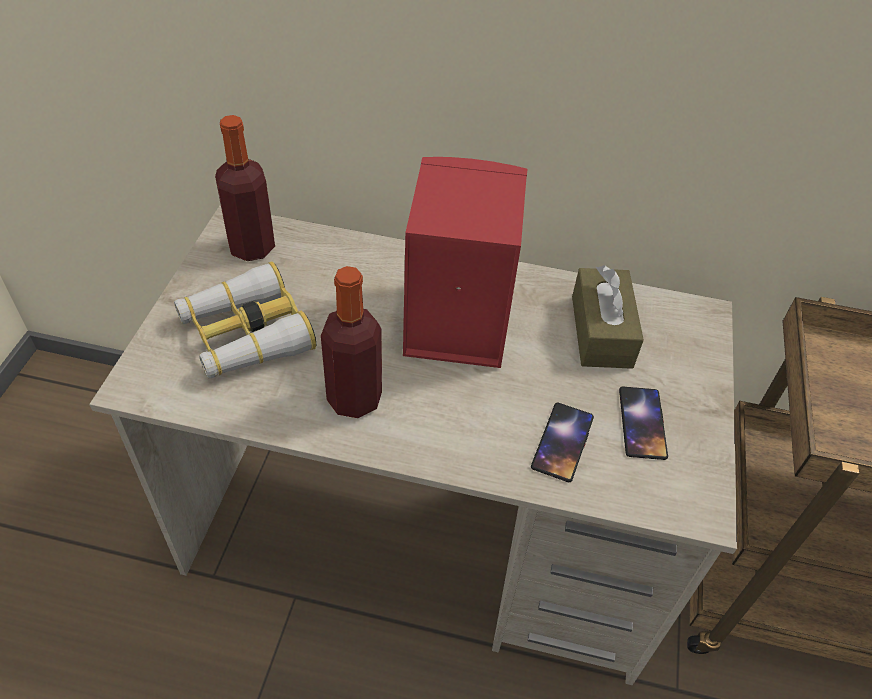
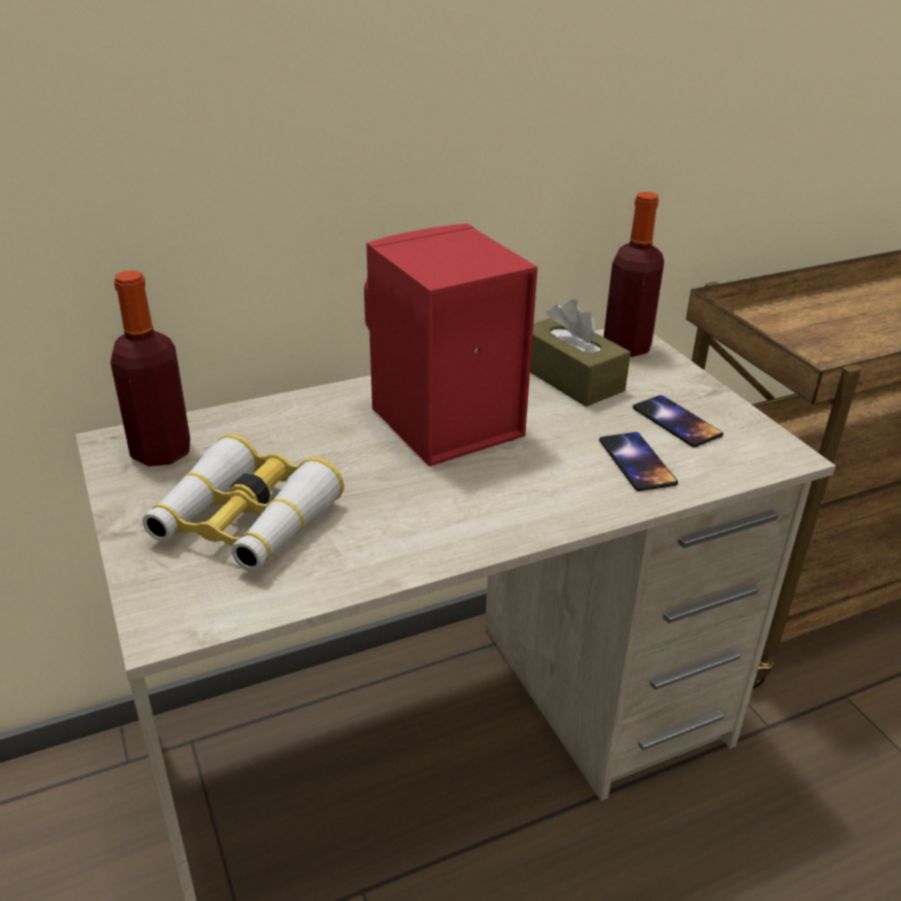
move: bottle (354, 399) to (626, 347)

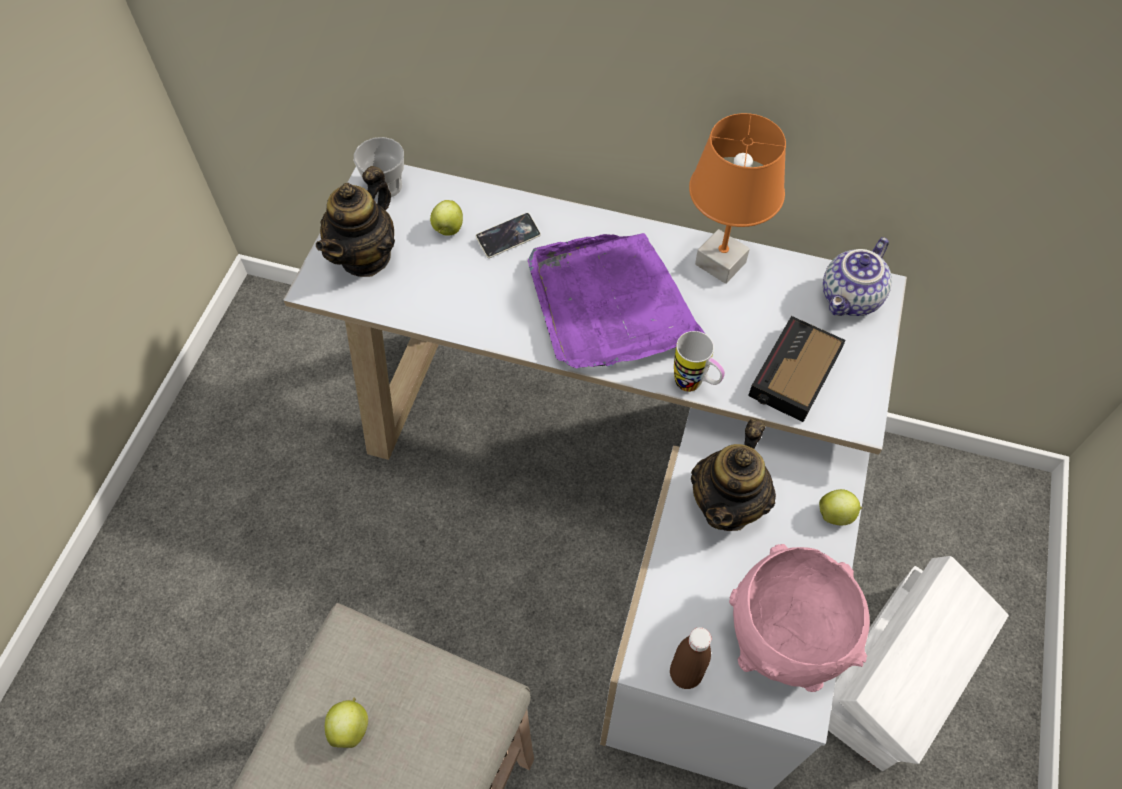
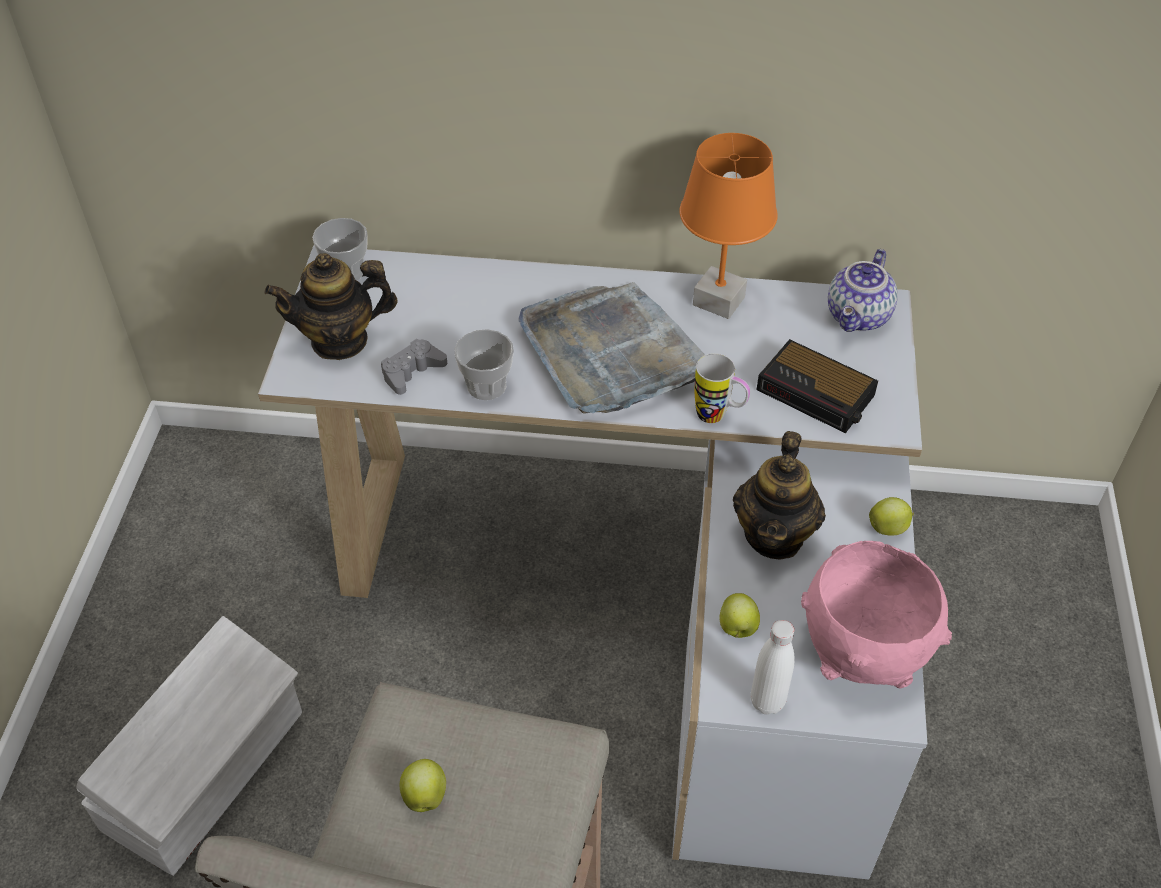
delete: handset (508, 238)
insert: grey gamepad (412, 372); drinking cup (486, 386)
move: whitish storage container (894, 674) to (208, 770); apple fruit (448, 229) to (737, 628)
recolor: purple serving tray (610, 305) to grey serving tray (613, 354); brownish bottle (685, 674) to whitish bottle (767, 701)
rotate: teapot (365, 256) = (340, 340) 60 degrees clockwise; table clock (794, 375) = (817, 393) 75 degrees counterclockwise

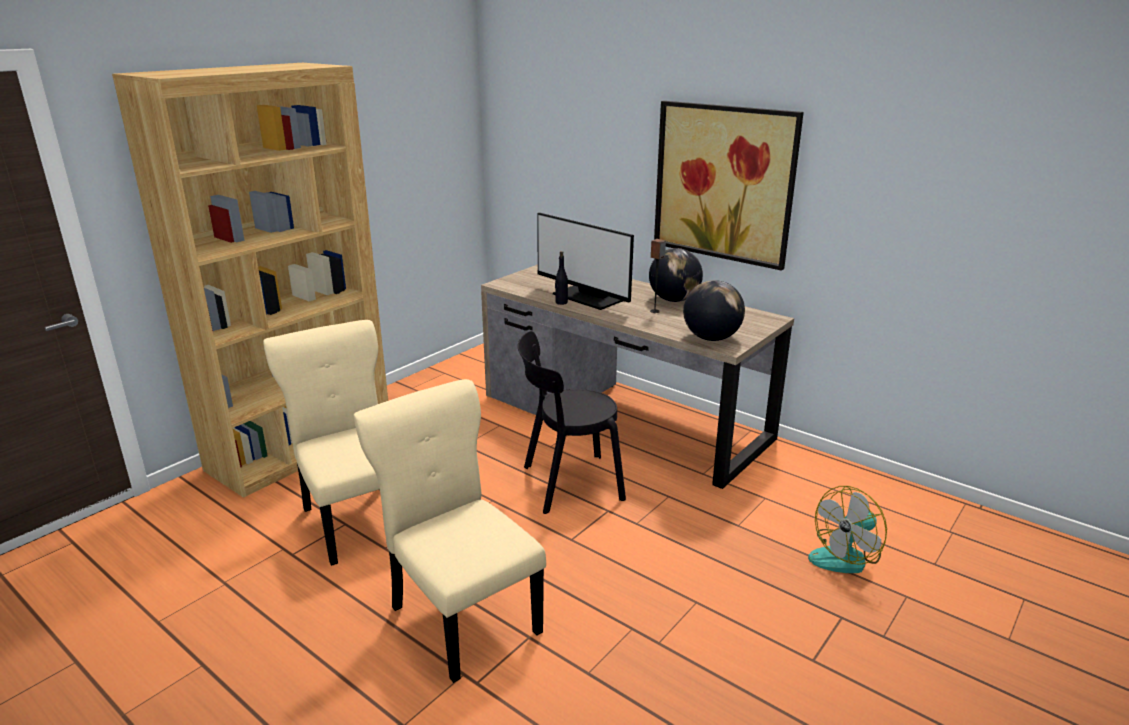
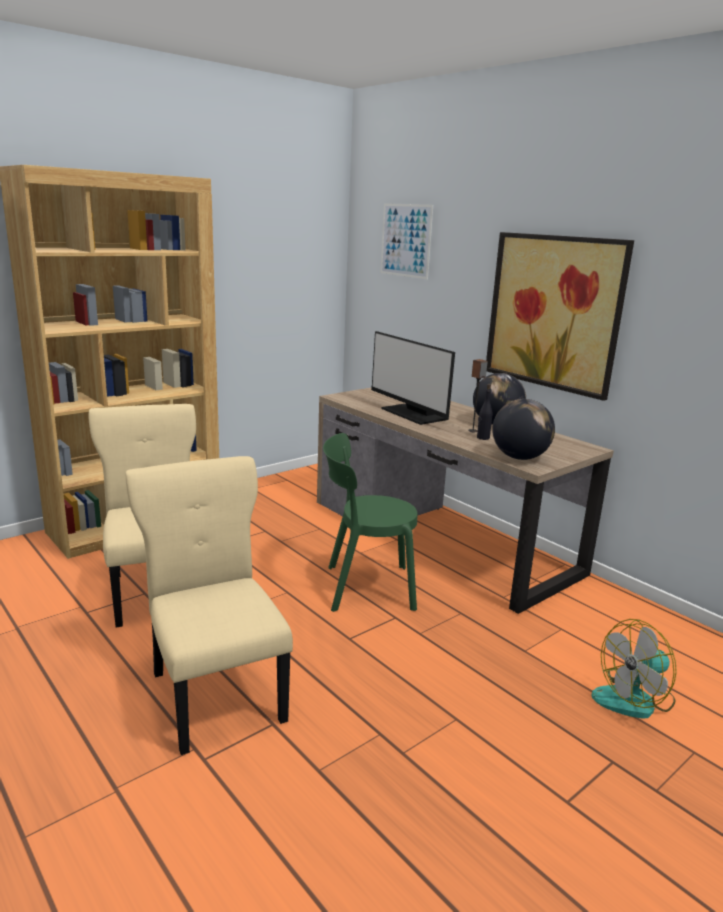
insert: wall art (405, 240)
move: black bottle (561, 302) to (483, 438)
recolor: black upright chair (567, 484) to greenish upright chair (364, 587)

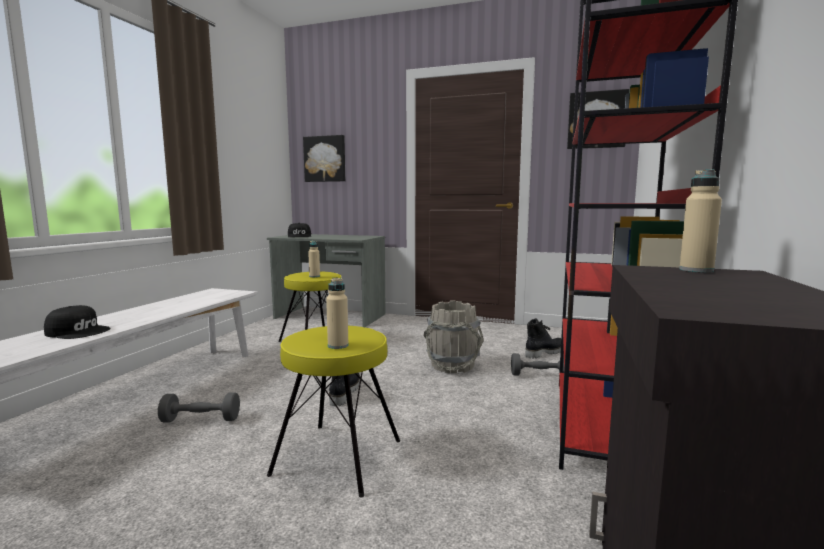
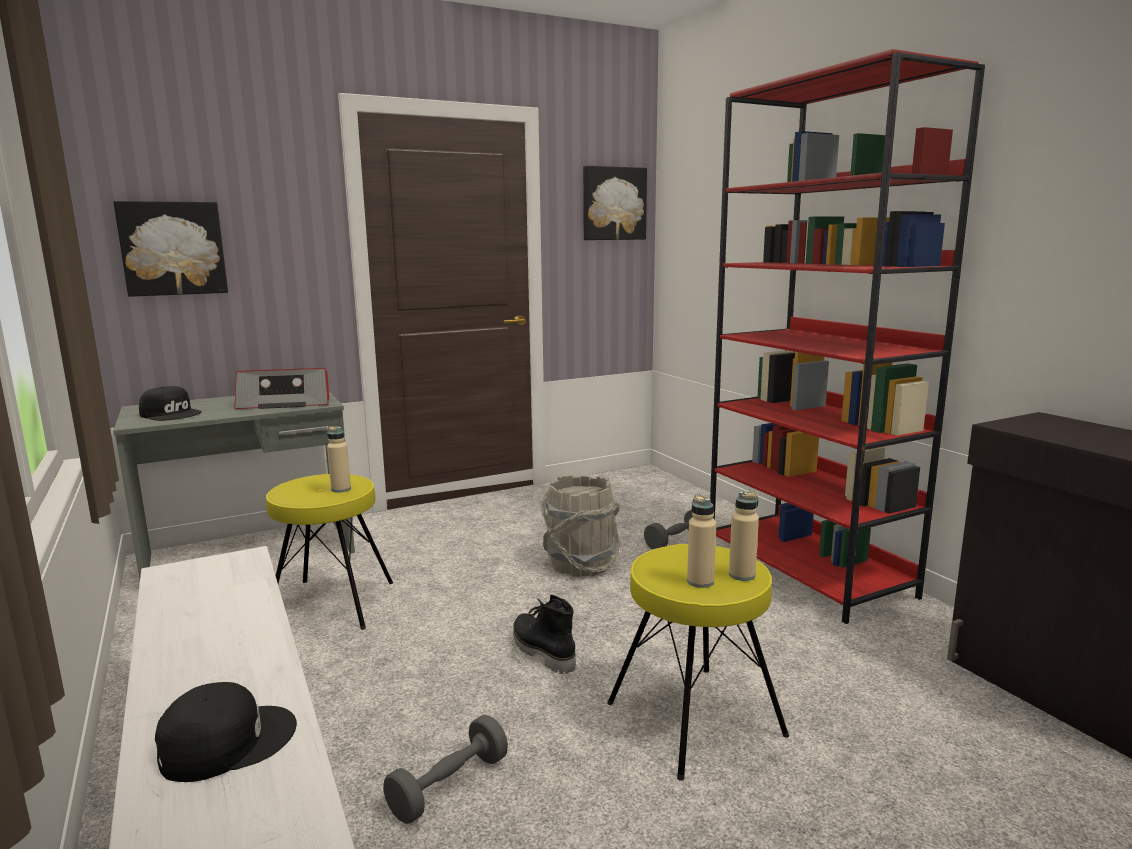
delete: black high-top boot (544, 353)
insert: radio set (286, 403)
move: sand-coloured bottle (696, 270) to (700, 582)

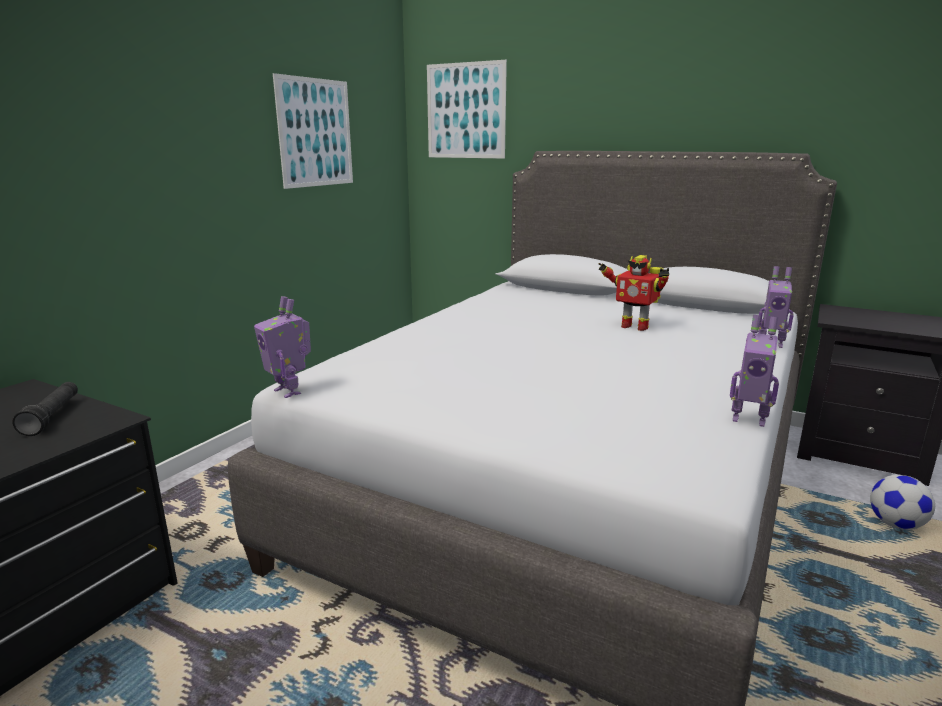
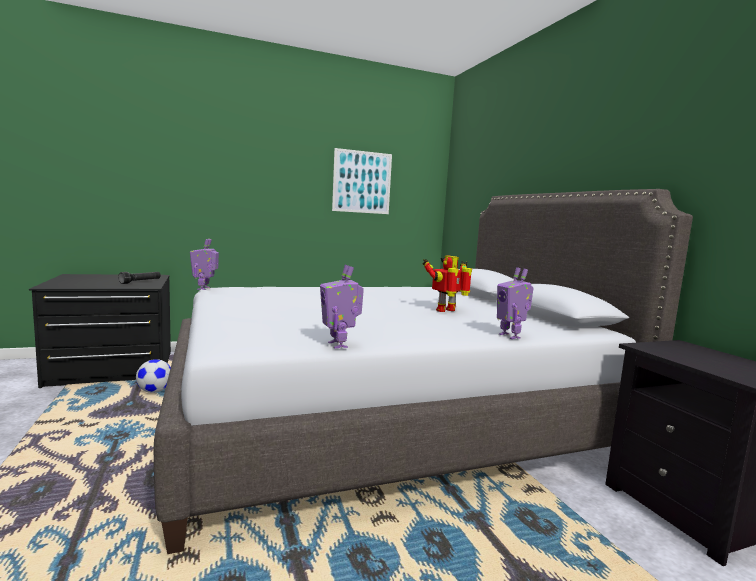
delete: wall art (465, 111)
move: football (896, 524) to (155, 391)
rotate: toy robot (634, 326) = (447, 311) 75 degrees clockwise

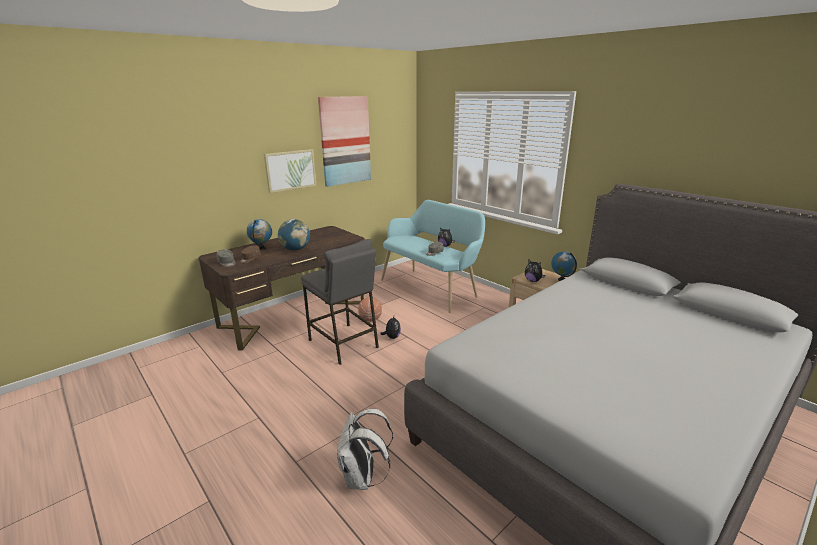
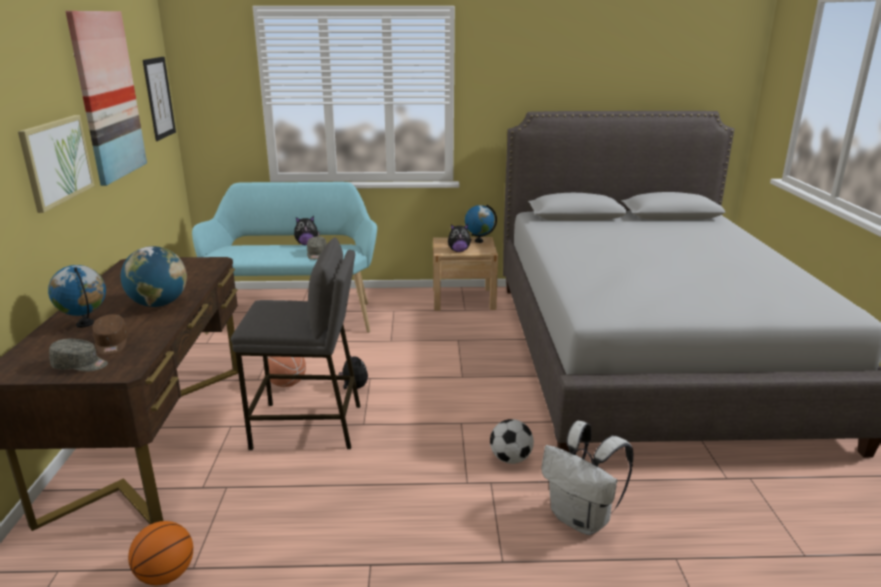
insert: basketball (166, 575); wall art (159, 98); football (510, 459)

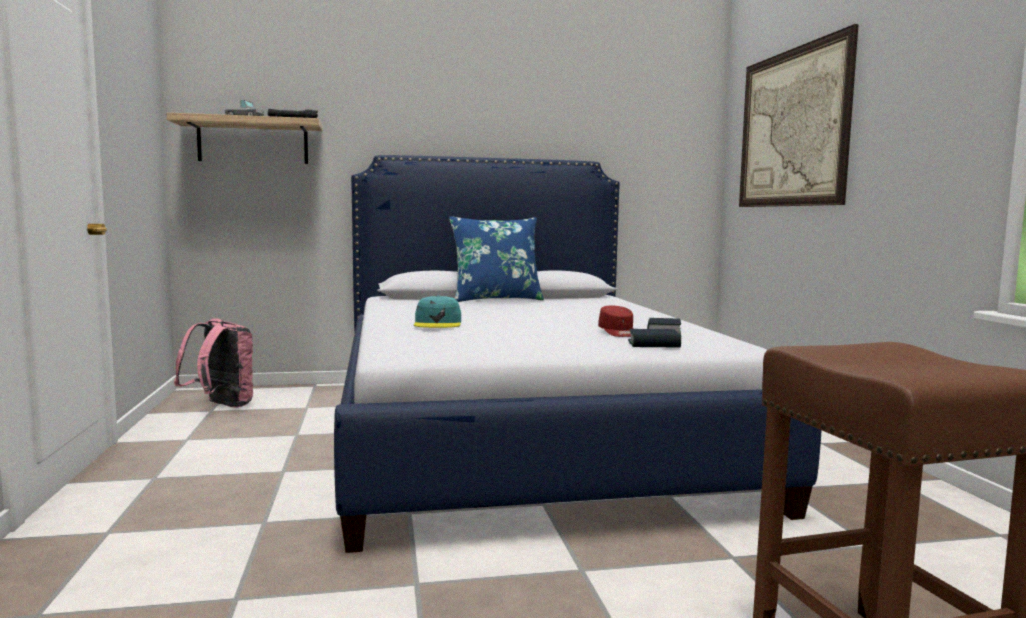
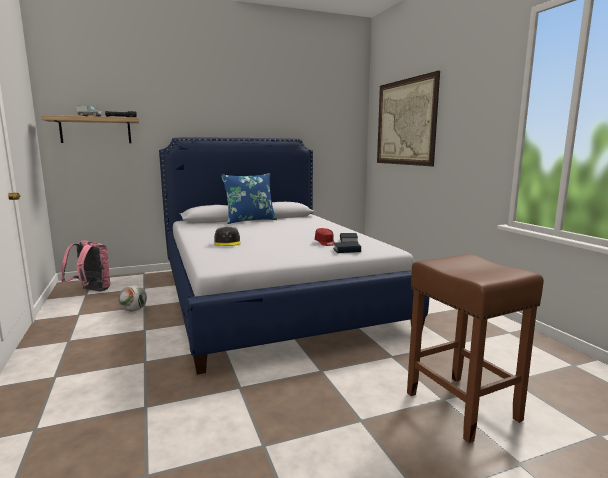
insert: football (134, 310)
recolor: blue-green peaked cap (438, 323) to grey peaked cap (227, 242)

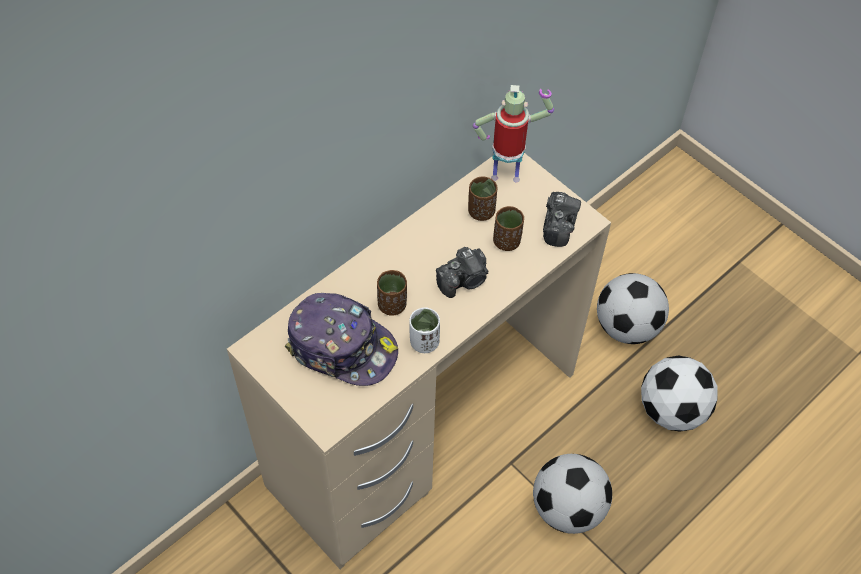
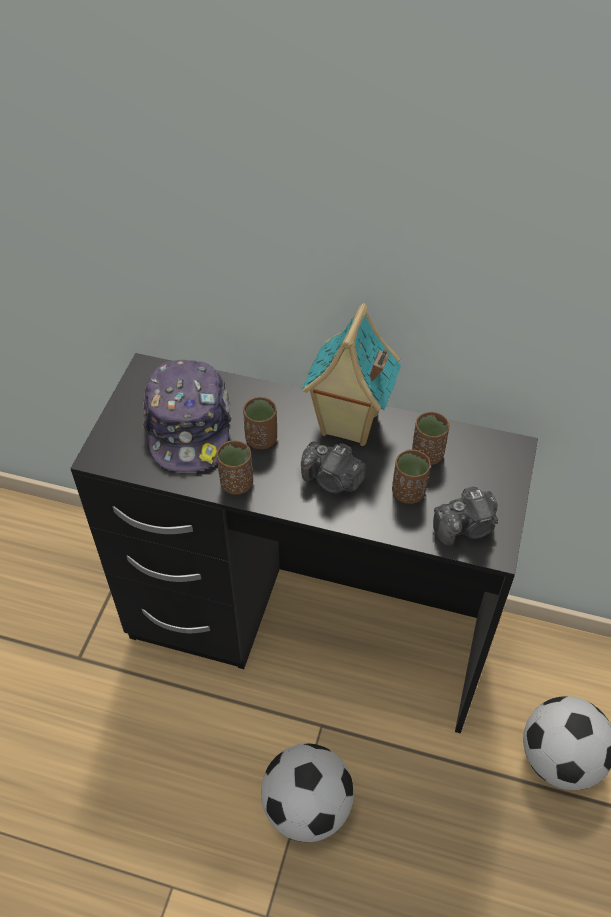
delete: toy robot (506, 175); football (671, 410)
insert: miniature house (347, 425)
recolor: sand-coloured desk table (423, 427) to black desk table (307, 628); whitish drinking cup (424, 342) to brownish drinking cup (236, 483)

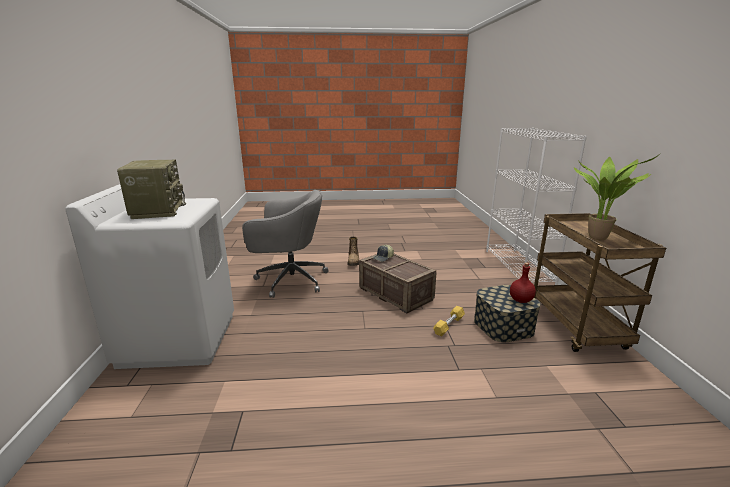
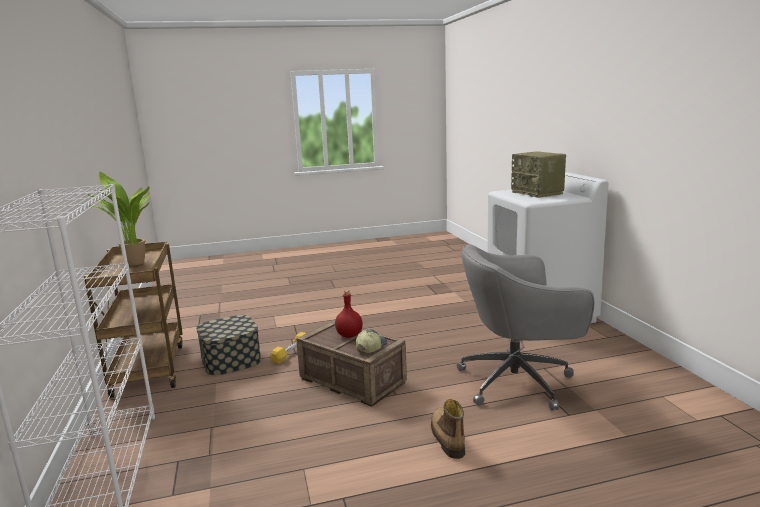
move: reddish bottle (520, 300) to (350, 335)

